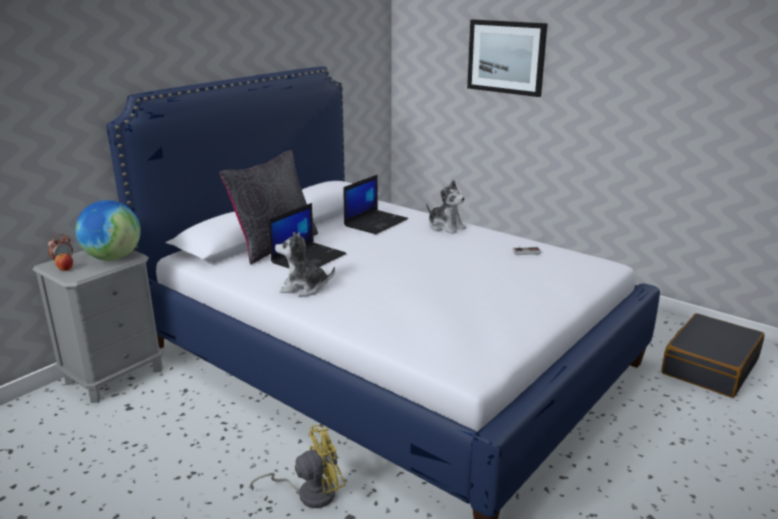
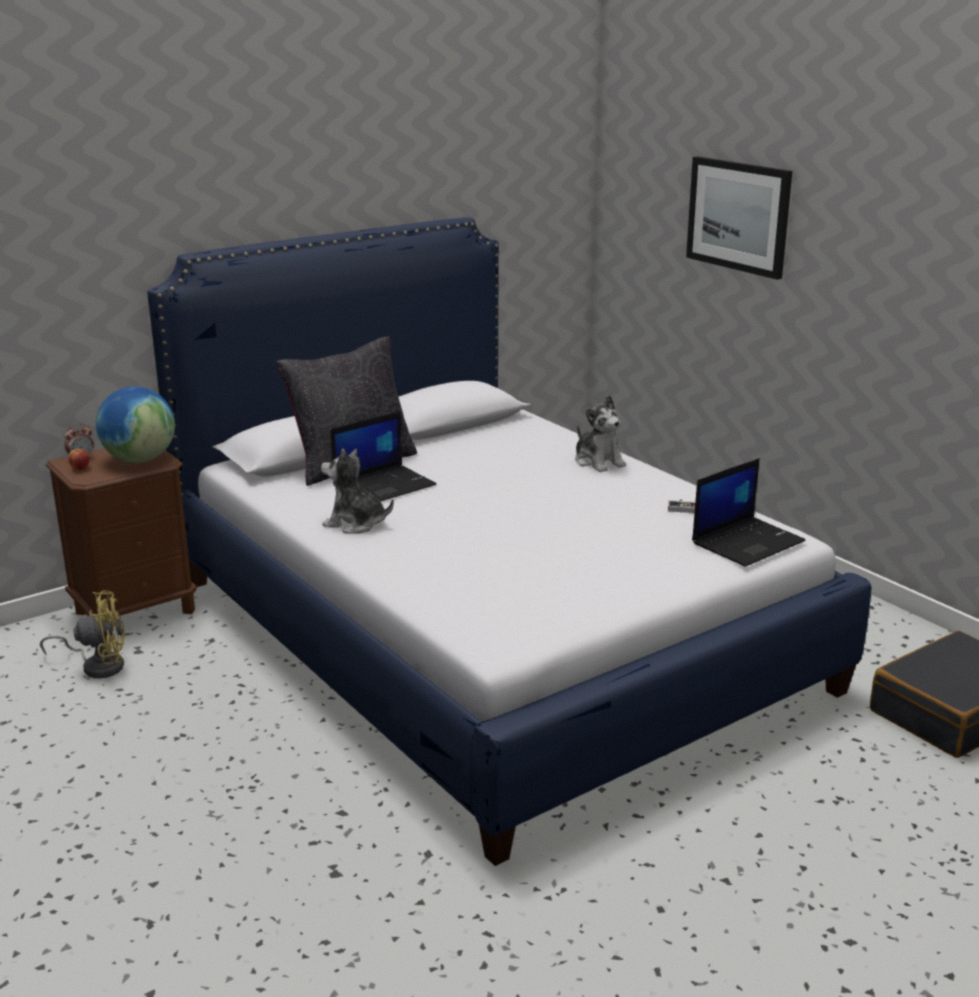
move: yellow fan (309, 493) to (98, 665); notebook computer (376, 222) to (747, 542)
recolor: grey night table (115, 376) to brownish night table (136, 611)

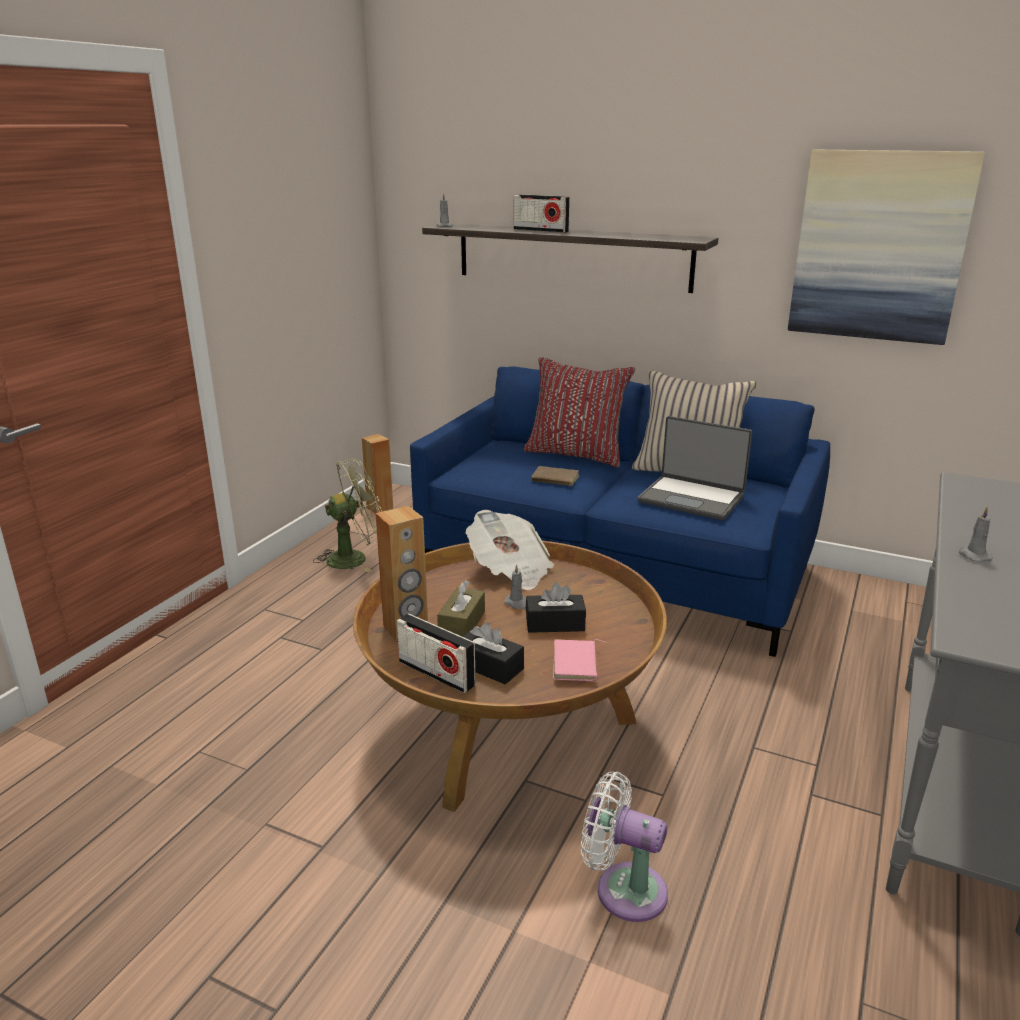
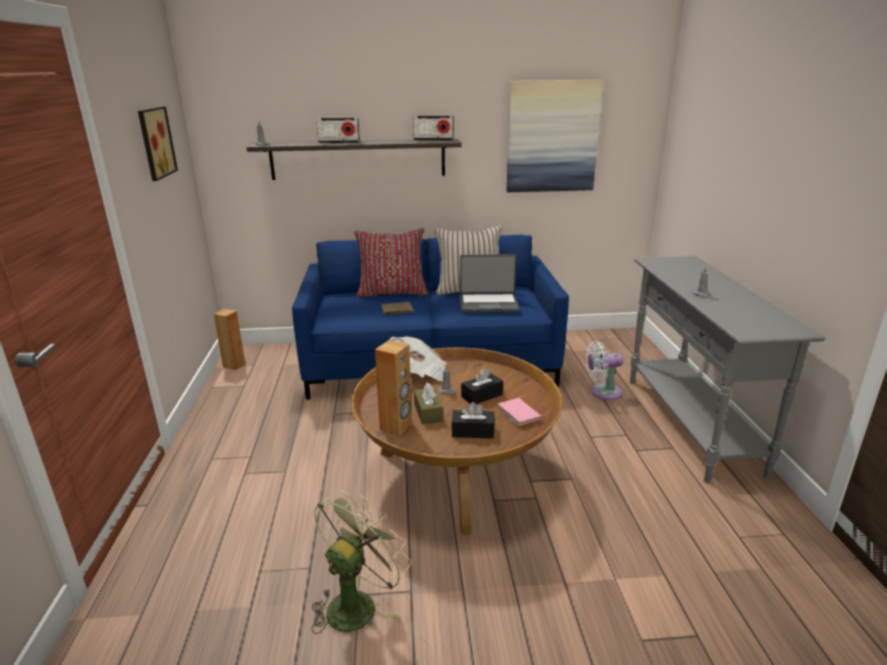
insert: wall art (154, 142)
move: greenish fan (355, 558) to (357, 602); radio set (436, 673) to (433, 140); whitish fan (624, 889) to (602, 392)

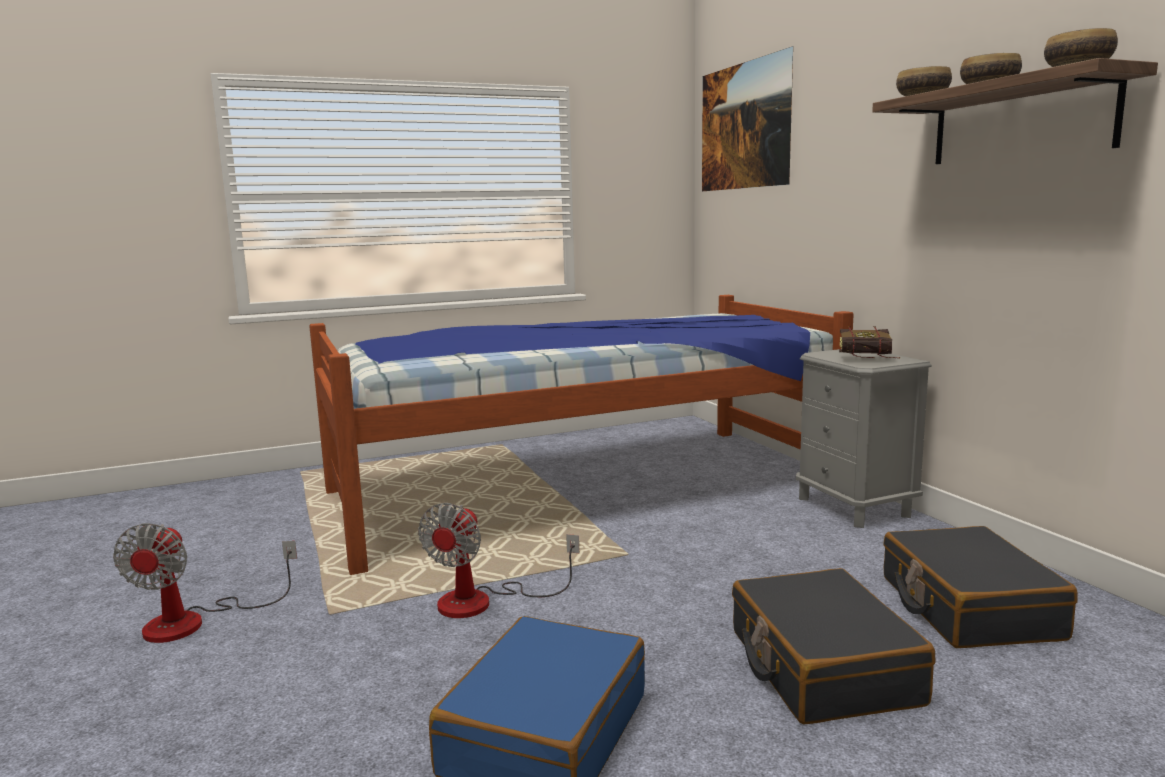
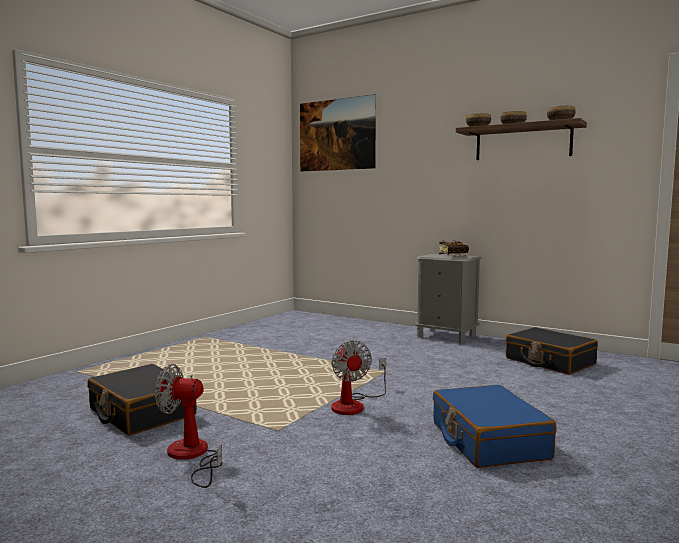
delete: bed (580, 487)
move: black travel case (821, 667) to (141, 413)
rotate: fan (195, 621) = (191, 456) 135 degrees clockwise

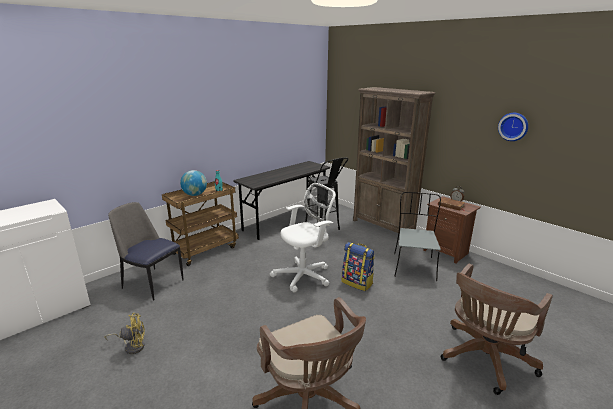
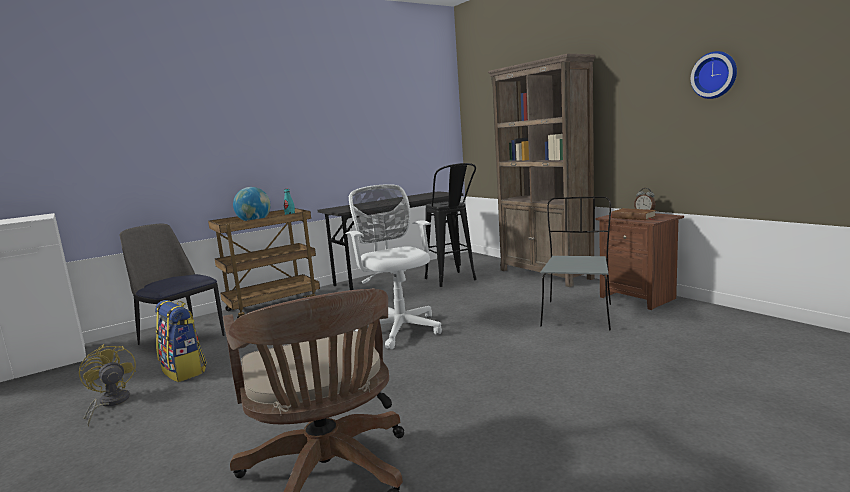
delete: brownish computer chair (484, 360)
move: knapsack (357, 283) to (184, 371)
rotate: yellow fan (132, 346) = (110, 403) 120 degrees counterclockwise; whitish computer chair (305, 275) = (399, 328) 90 degrees counterclockwise

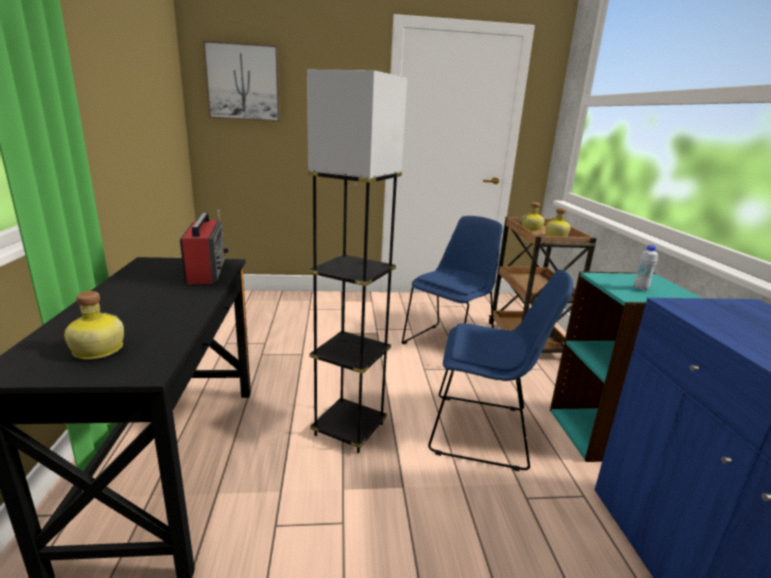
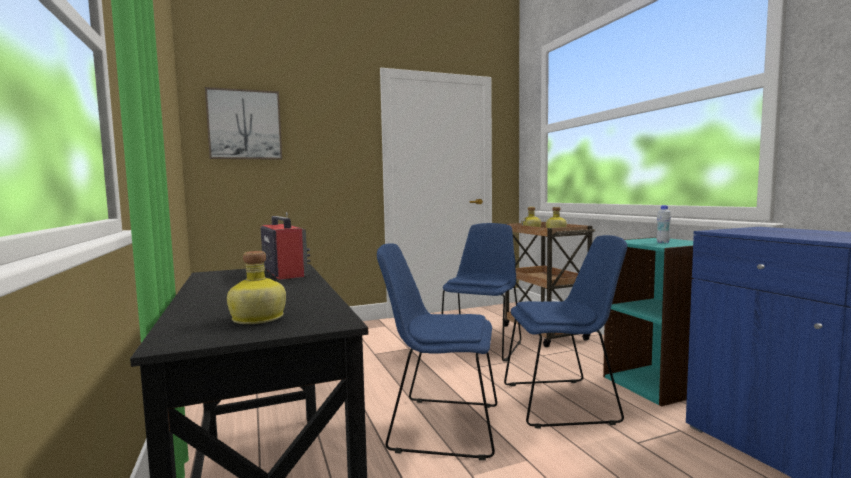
replace: grey standing lamp (349, 429) to blue upright chair (440, 426)

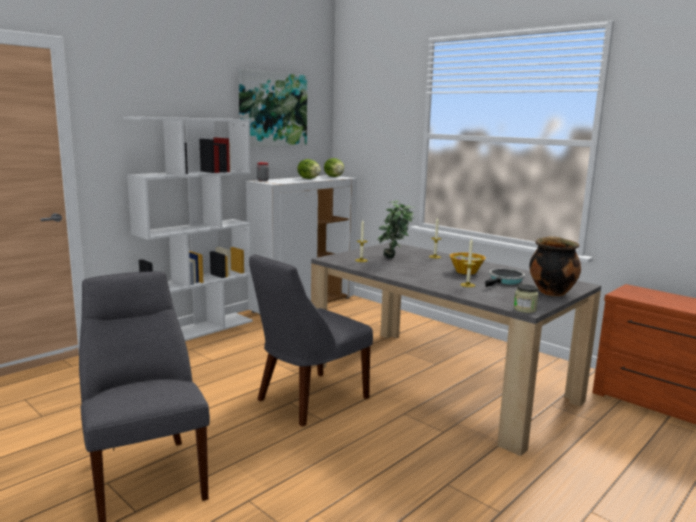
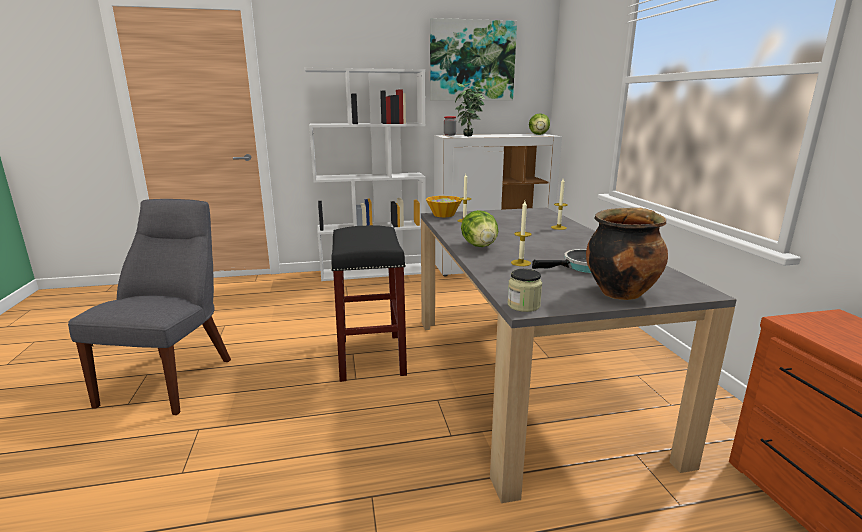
move: deep dish (466, 271) to (443, 215); houseplant (394, 258) to (469, 136); lettuce (309, 179) to (480, 246)
replace: grey upright chair (308, 400) to black stool seat (370, 356)

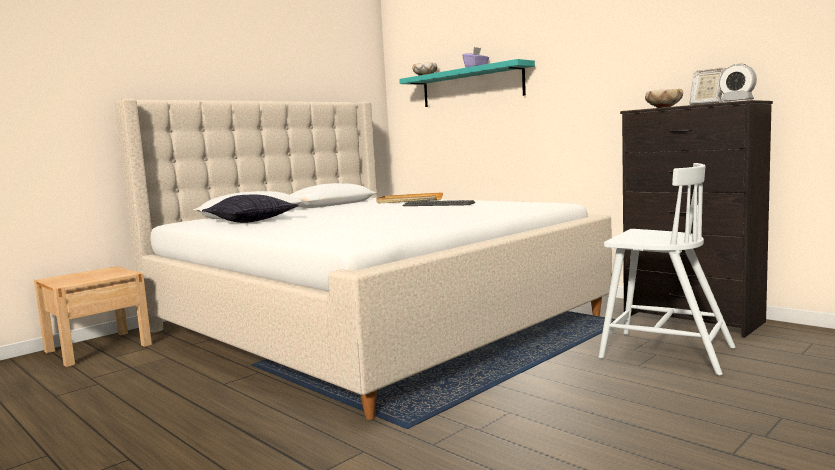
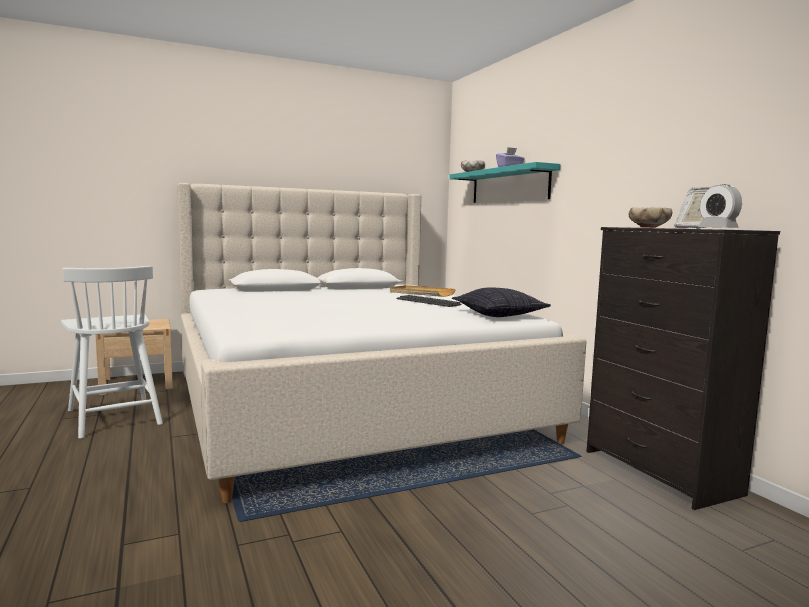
move: whitish upright chair (664, 352) to (114, 416); cushion (251, 221) to (499, 315)

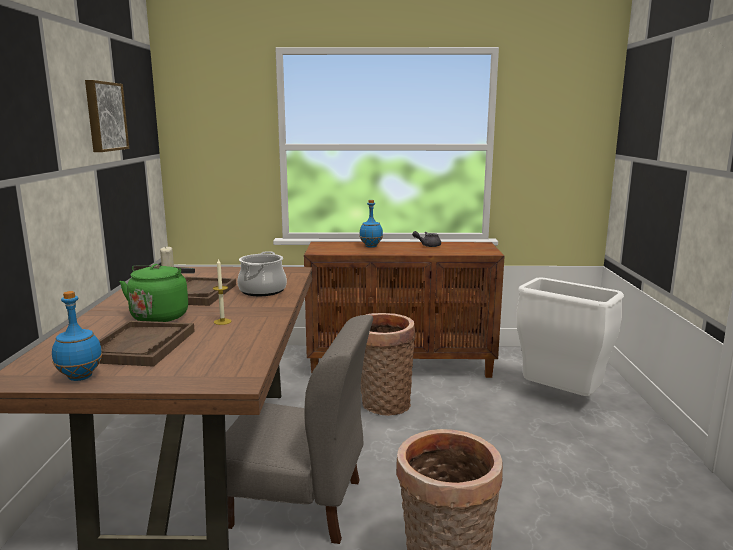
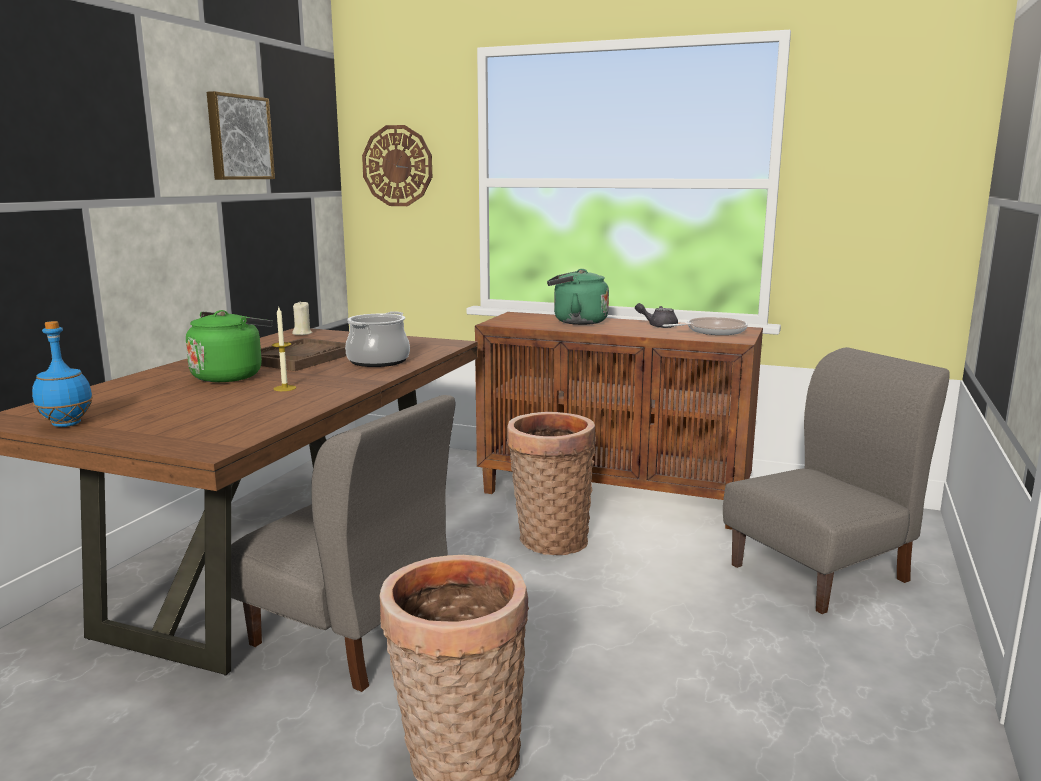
delete: brownish serving tray (141, 346)
insert: hanging clock (397, 166); skillet (712, 331)
replace: blue bottle (370, 246) to greenish water kettle (576, 322); whitish trash can (560, 398) to grey upright chair (821, 572)

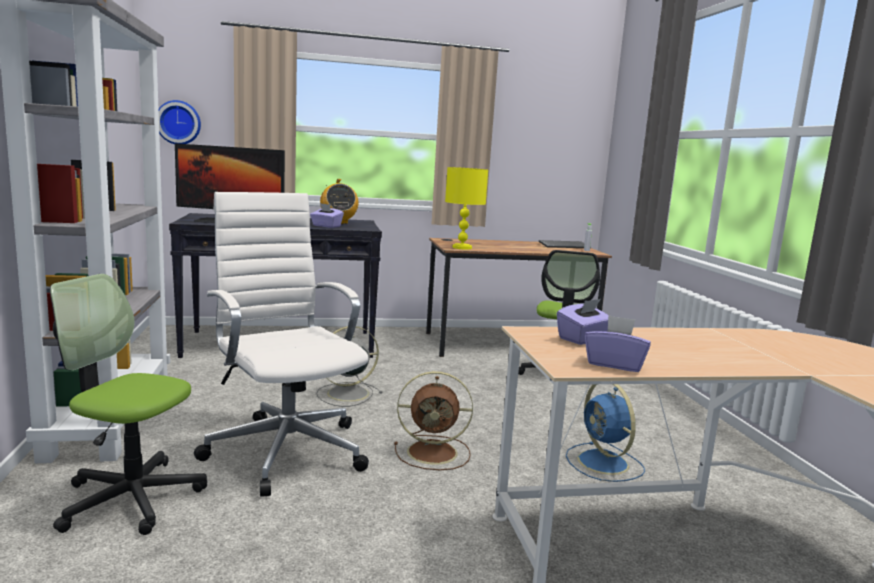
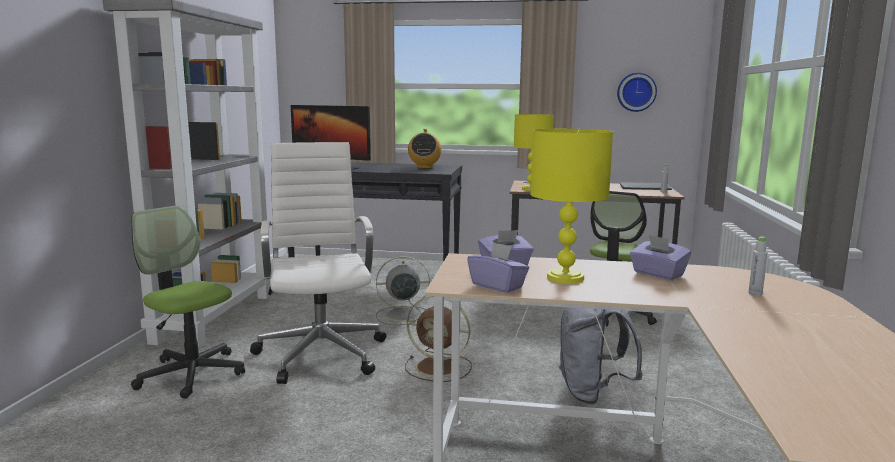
insert: yellow lamp for a table (564, 278); grey bottle (755, 294)
move: hanging clock (179, 122) to (636, 92); purple tissue holder (326, 226) to (657, 274)
replace: blue fan (604, 463) to grey knapsack (592, 393)

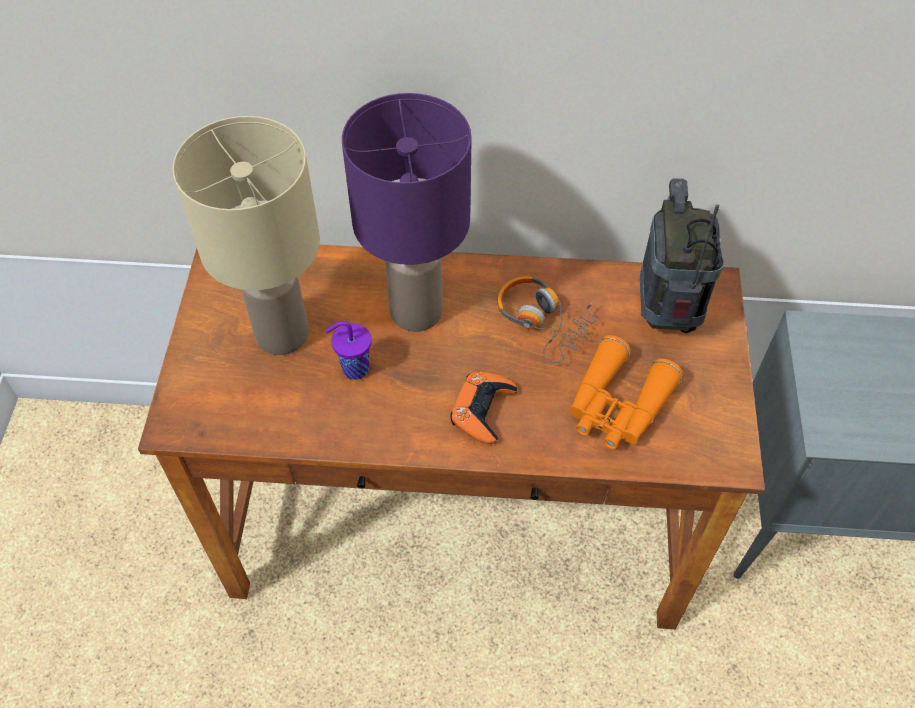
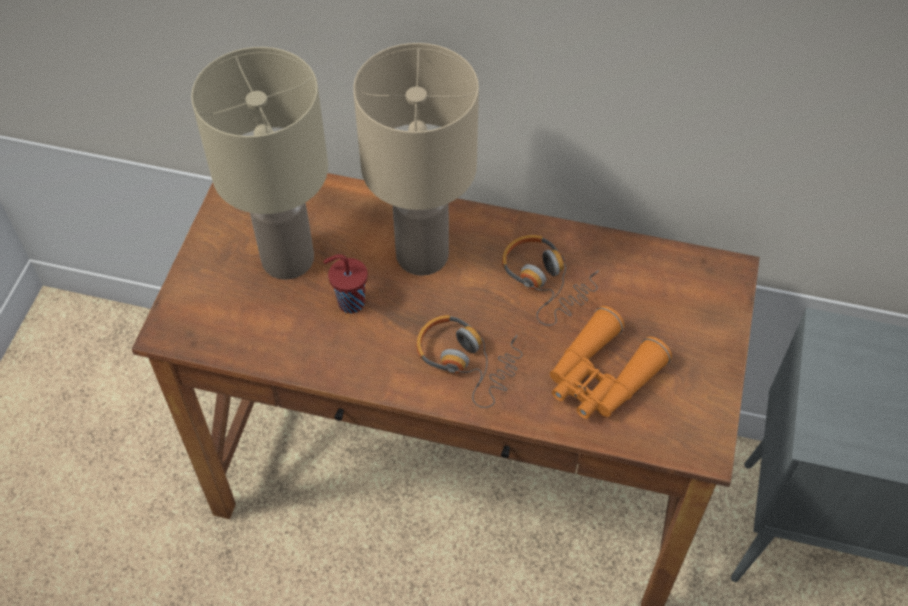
delete: radio set (666, 313)
replace: orangey gamepad (482, 410) to headset (466, 362)
recolor: purple drinking cup (353, 369) to reddish drinking cup (349, 302); purple lamp for a table (415, 310) to sand-coloured lamp for a table (421, 253)

